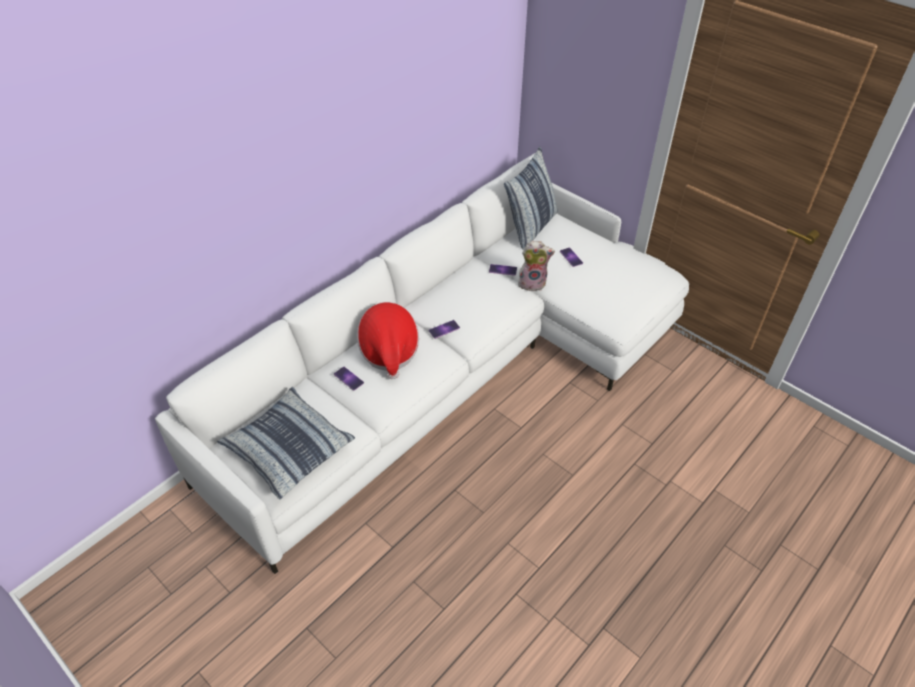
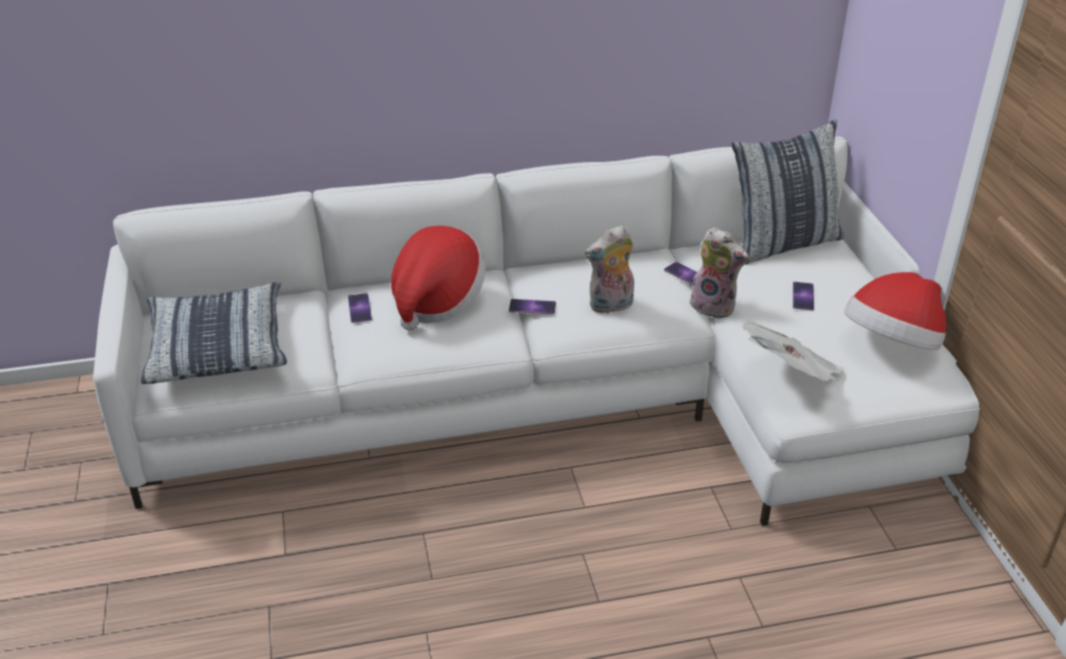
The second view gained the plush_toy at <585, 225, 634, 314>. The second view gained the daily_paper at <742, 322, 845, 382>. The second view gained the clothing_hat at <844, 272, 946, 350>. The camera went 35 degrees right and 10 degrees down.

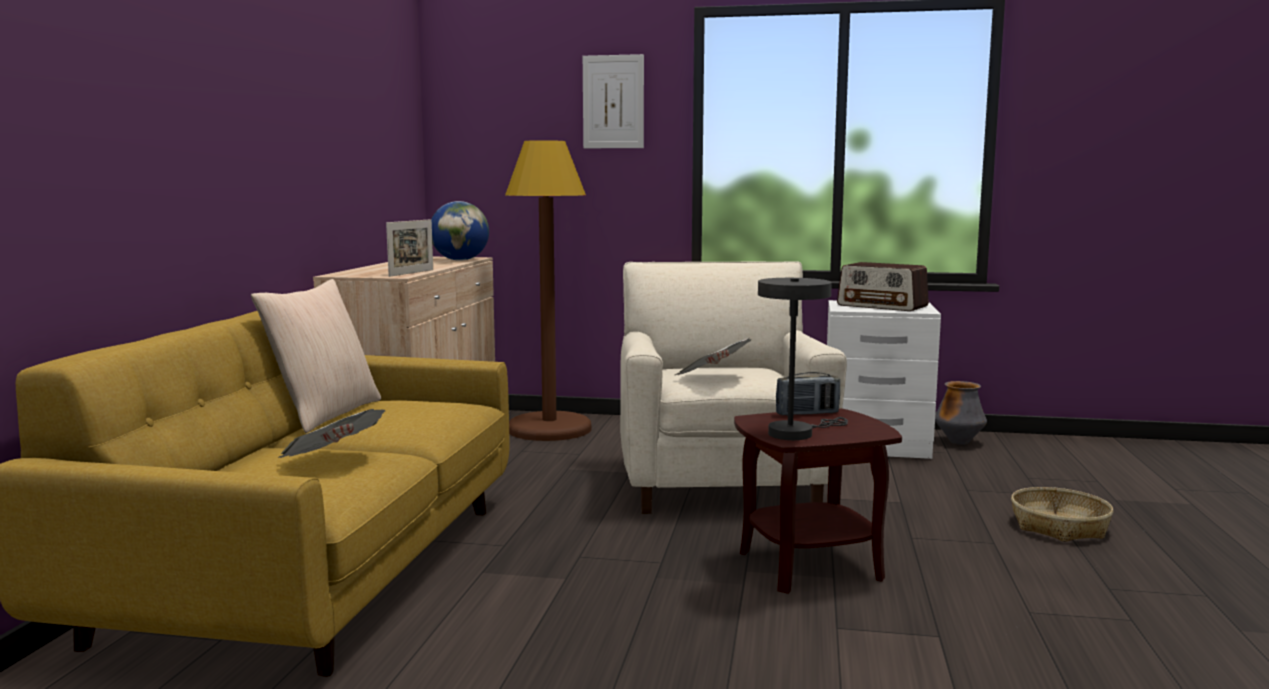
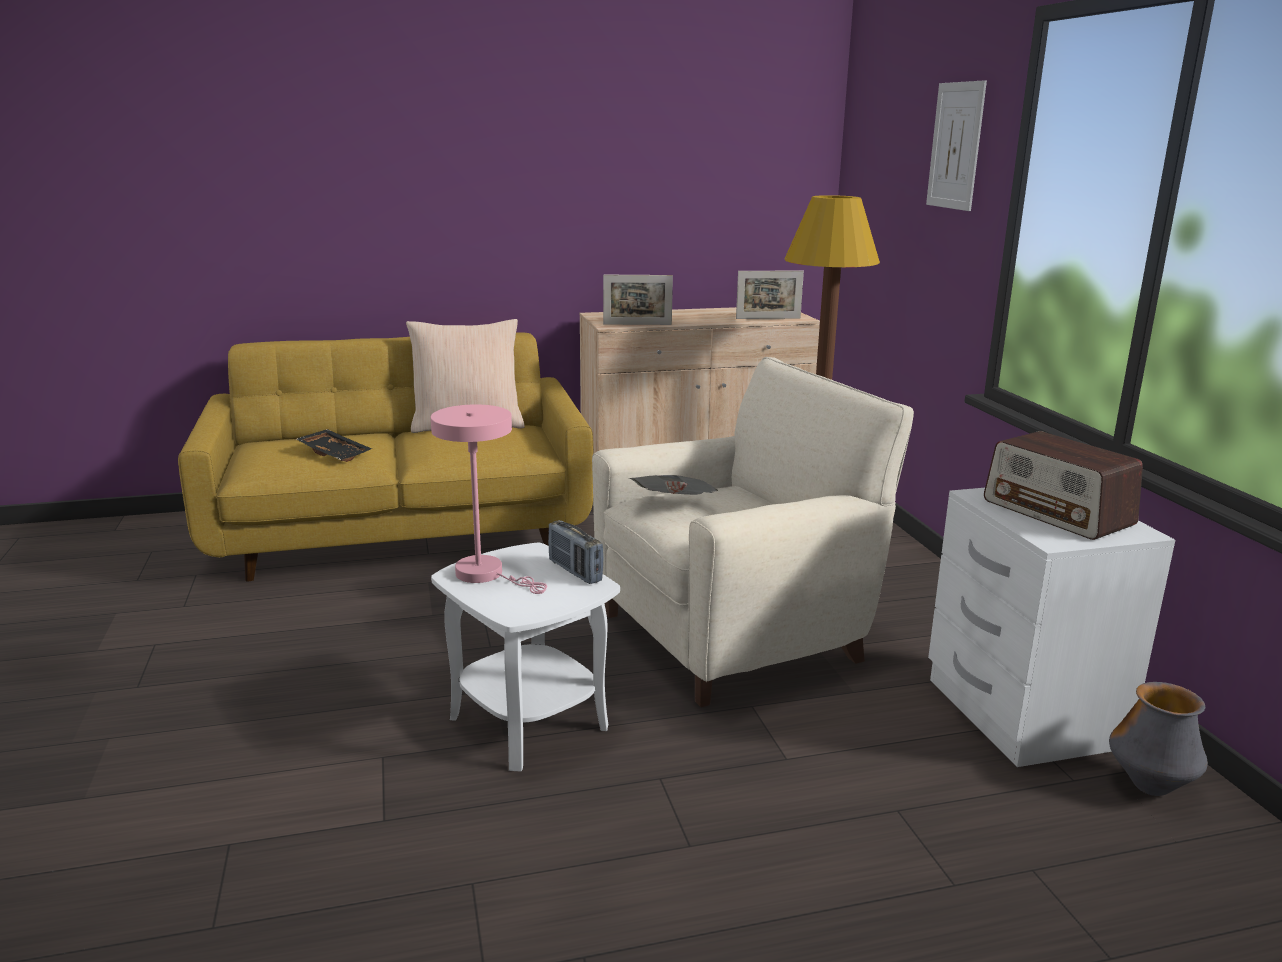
Where the daily_paper stood at <278, 409, 385, 458>, the blackish_serving_tray came to stand at <296, 429, 372, 462>. What was the greyish_table_lamp at <758, 278, 848, 440> turned into the pink_table_lamp at <431, 404, 547, 594>. What was the brown-coloured_side_table at <734, 409, 902, 594> turned into the white_side_table at <431, 542, 620, 772>. Where the globe stood at <431, 201, 489, 261>, the picture_frame came to stand at <736, 271, 804, 319>. The radio_receiver at <837, 262, 929, 311> ended up facing another way, 45 degrees counterclockwise from before. The second view lost the basket at <1011, 487, 1114, 542>. The camera went 65 degrees right and 10 degrees up.

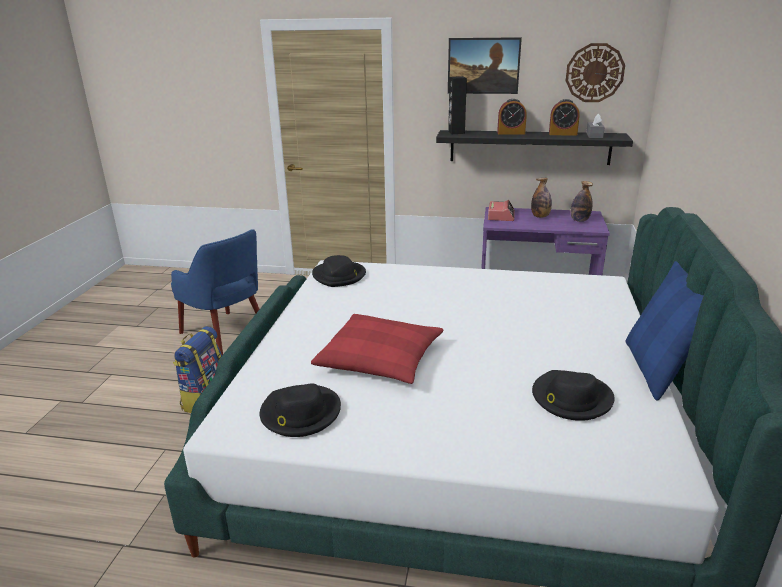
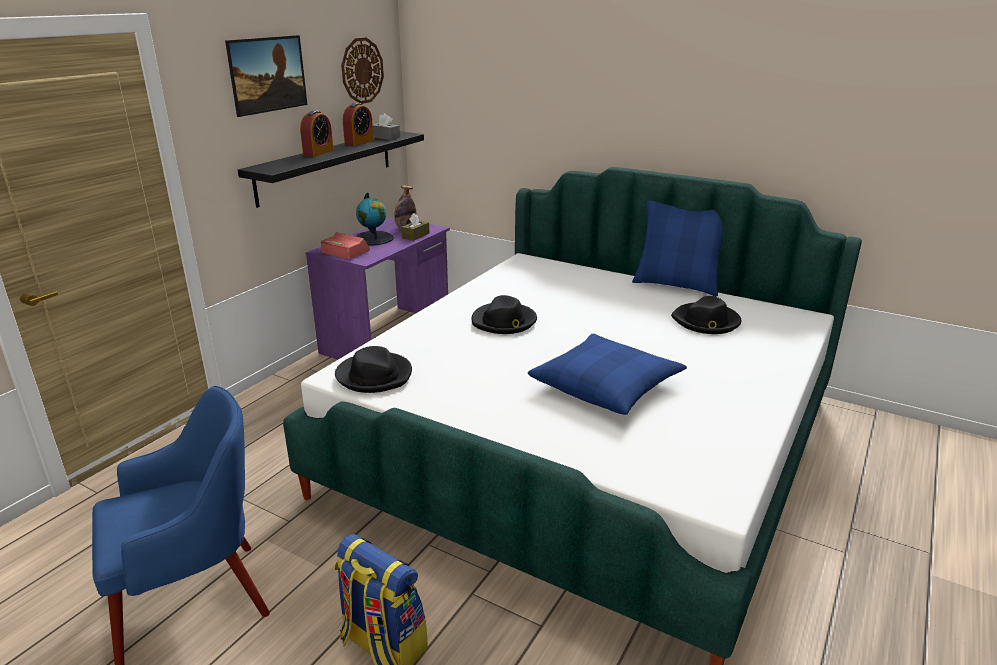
Where the bottle stood at <531, 178, 552, 218>, the globe came to stand at <356, 193, 394, 246>. The second view gained the brown-coloured_tissue_holder at <401, 213, 429, 241>. The blackish_clothing_hat ended up elsewhere, having gone from <259, 383, 341, 437> to <472, 295, 537, 334>. What was the reddish_cushion at <311, 314, 444, 384> turned into the blue-coloured_cushion at <528, 334, 687, 415>. The second view lost the blackish_audio_speaker at <448, 76, 467, 134>. The camera went 70 degrees left and 0 degrees up.

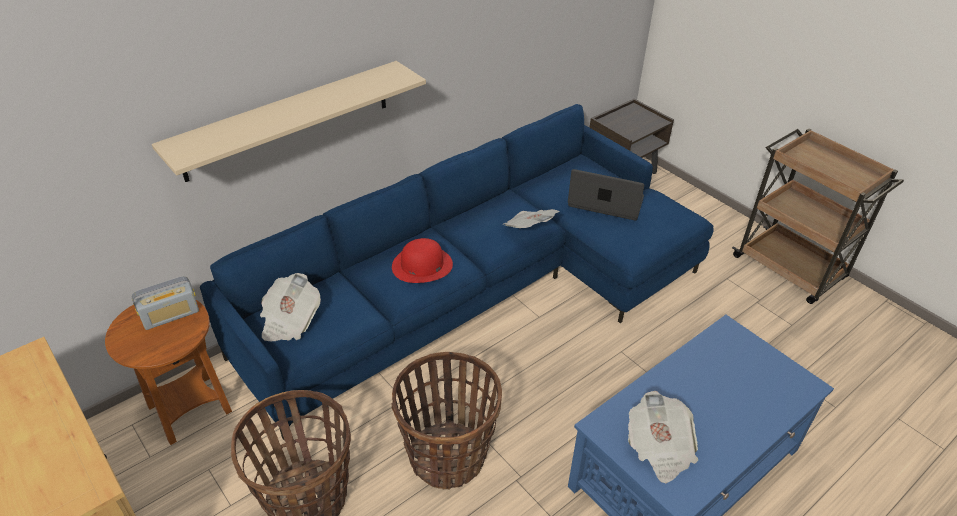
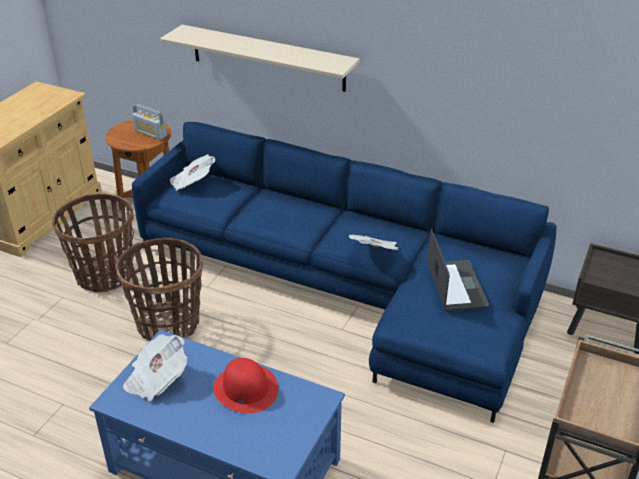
The reddish_clothing_hat ended up elsewhere, having gone from <392, 238, 453, 283> to <213, 358, 278, 413>. The camera went 65 degrees right and 5 degrees down.

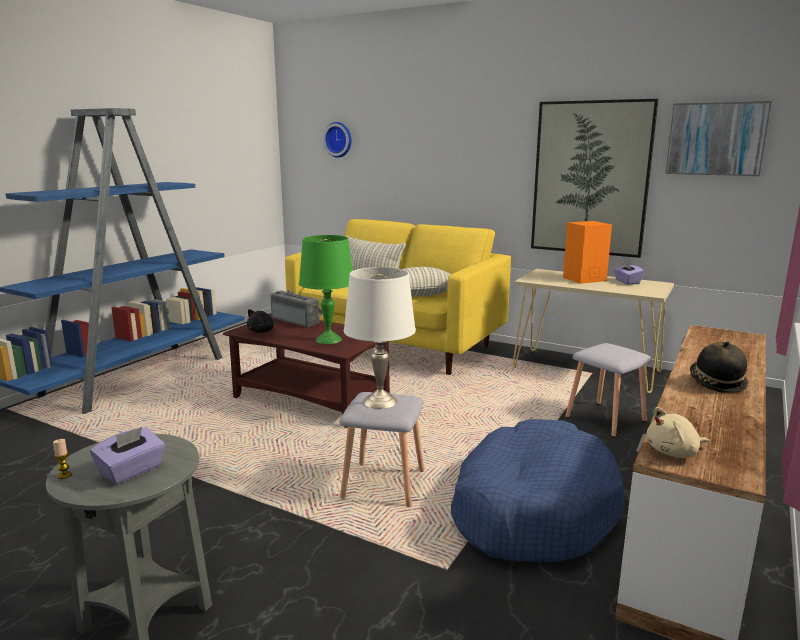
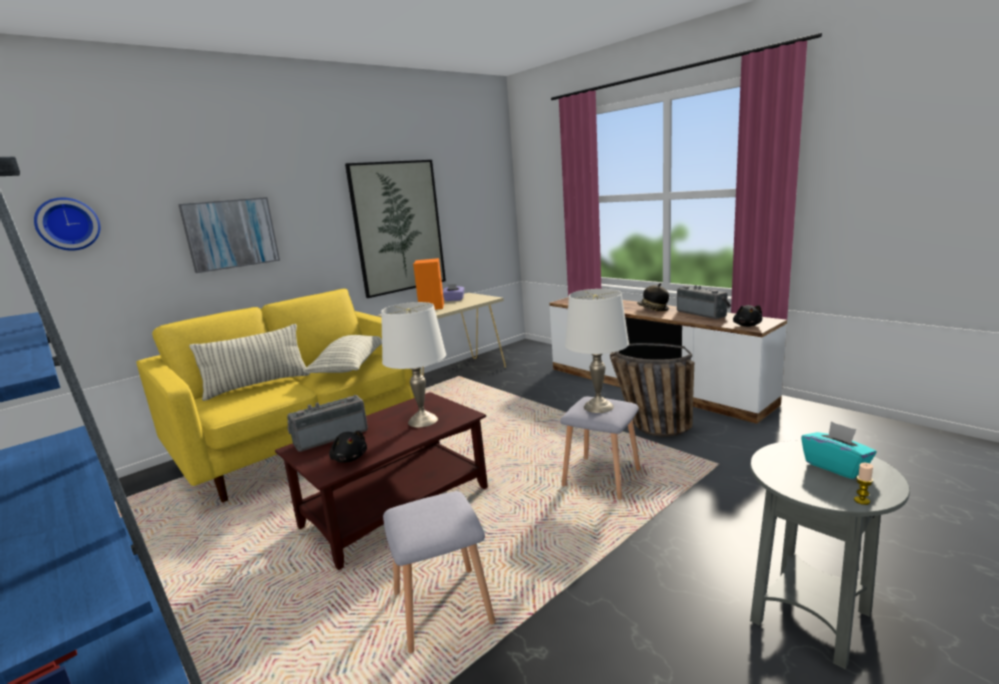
The wall_art ended up elsewhere, having gone from <665, 101, 772, 176> to <178, 197, 280, 273>. What was the green-coloured_table_lamp at <299, 235, 353, 344> turned into the white_table_lamp at <381, 302, 446, 428>. The greyish_sitting_stool ended up elsewhere, having gone from <565, 343, 652, 437> to <383, 491, 496, 653>. Where the blue-coloured_pet_bed stood at <451, 419, 625, 562>, the basket came to stand at <610, 343, 694, 437>. The second view gained the radio_receiver at <677, 285, 731, 319>. What was the sand-coloured_plush_toy at <647, 407, 710, 458> turned into the blackish_plush_toy at <733, 305, 762, 327>. What was the purple-coloured_tissue_holder at <90, 427, 165, 485> turned into the turquoise-coloured_tissue_holder at <801, 421, 876, 479>. The camera went 70 degrees left and 0 degrees up.

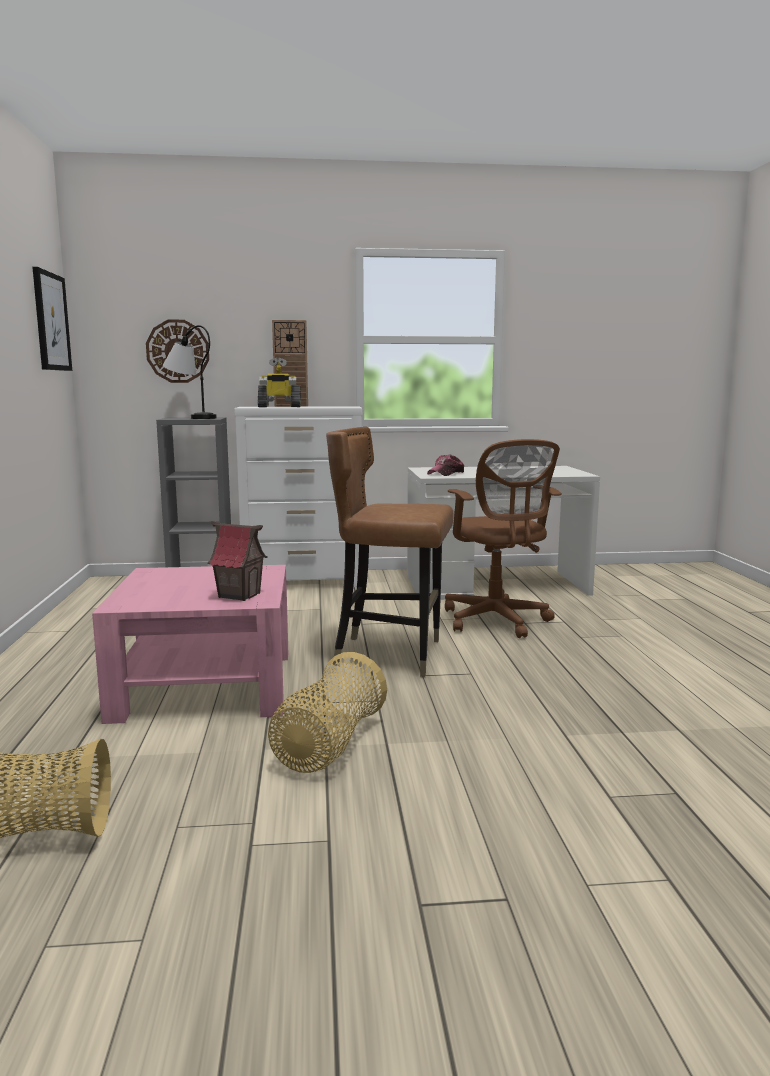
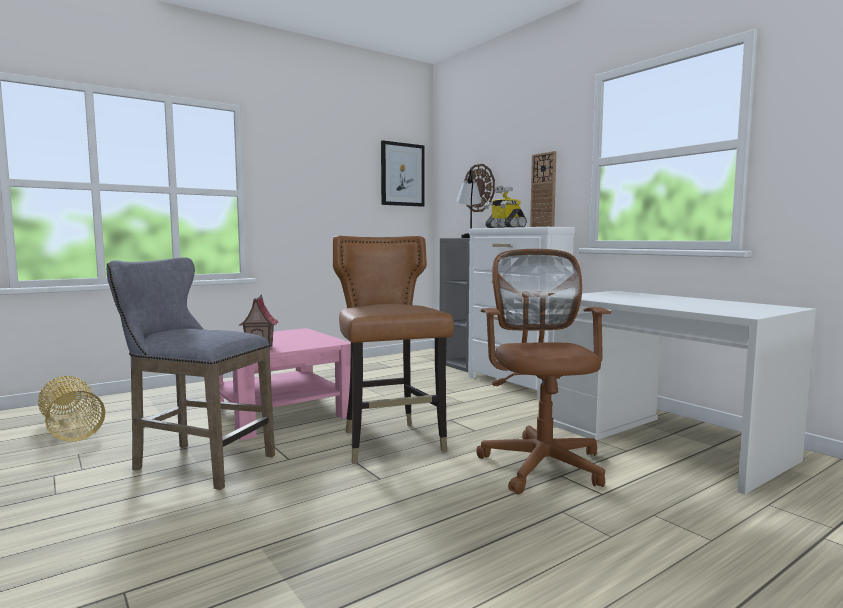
Where the basket stood at <268, 652, 387, 773>, the greyish_sitting_stool came to stand at <107, 257, 275, 490>. The brown-coloured_office_chair at <445, 439, 562, 638> ended up facing another way, 135 degrees clockwise from before. The second view lost the baseball_cap at <427, 454, 464, 476>. The camera went 60 degrees right and 5 degrees down.

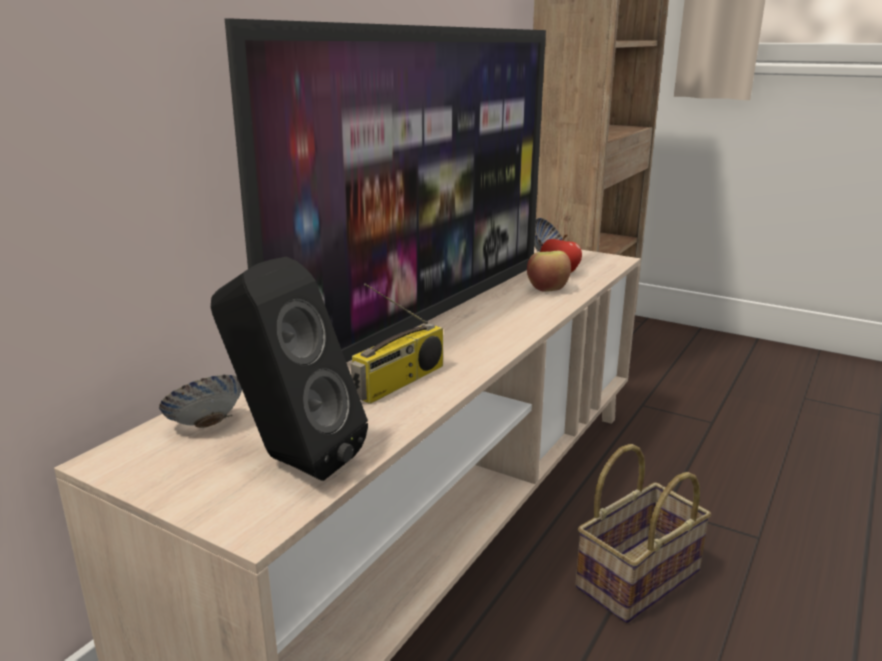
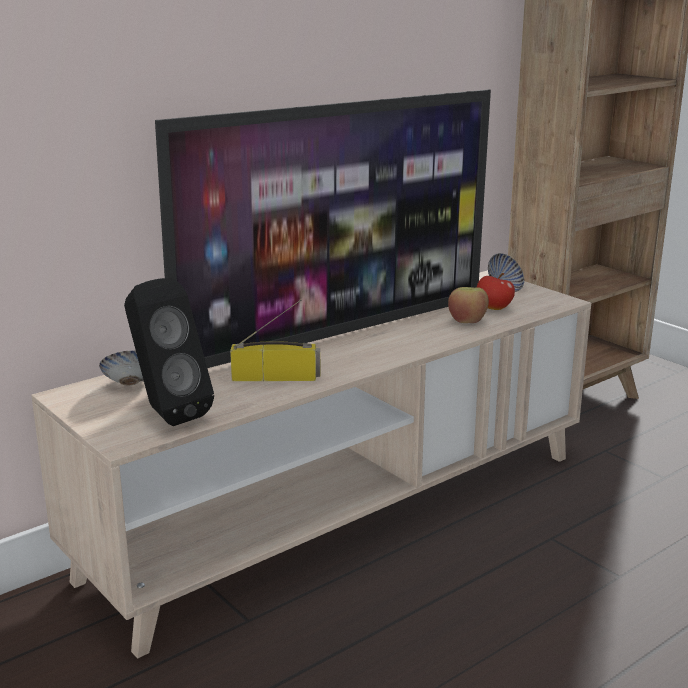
The radio_receiver at <351, 283, 443, 404> ended up facing another way, 150 degrees counterclockwise from before. The second view lost the basket at <575, 444, 711, 623>. The camera went 20 degrees right and 0 degrees up.

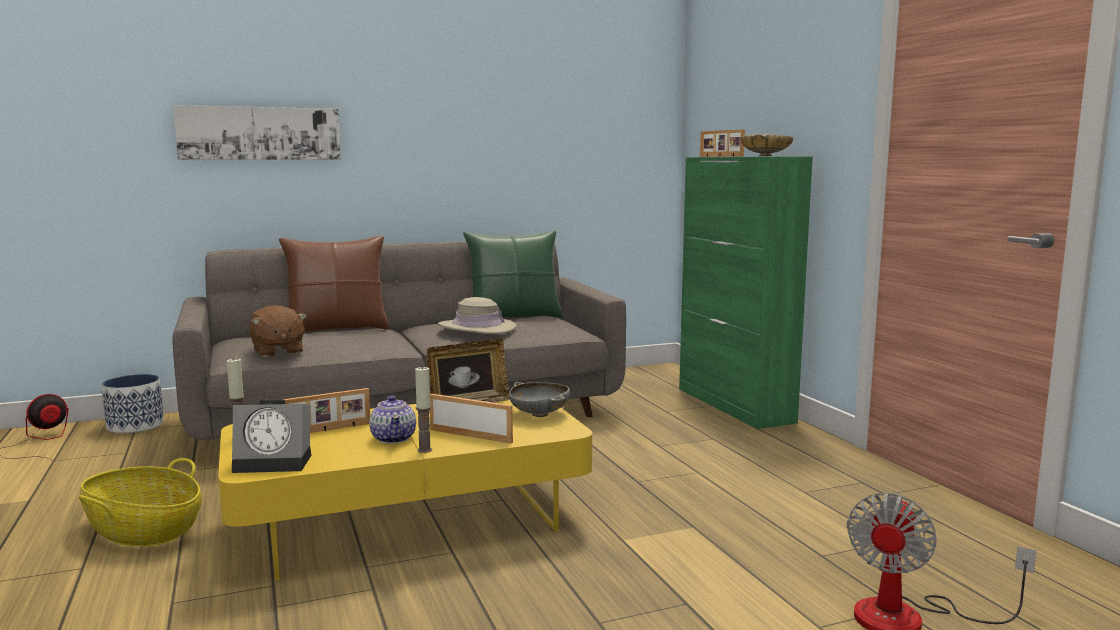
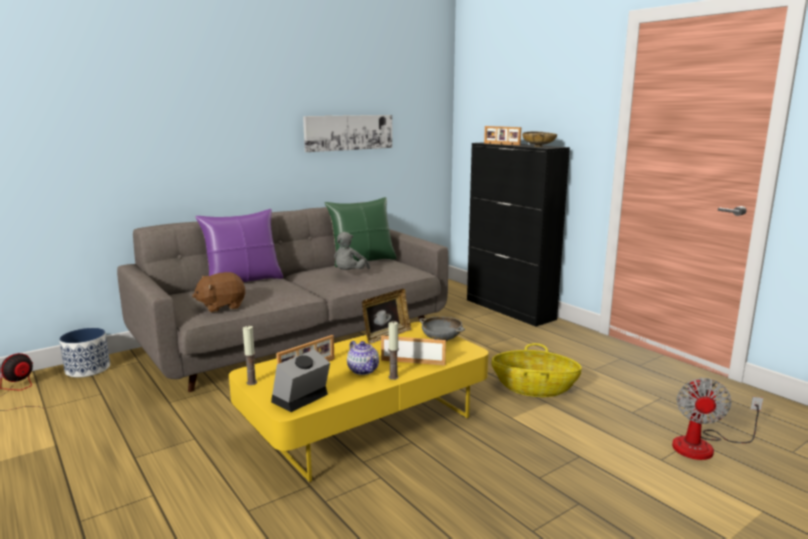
The brown-coloured_plush_toy at <249, 305, 307, 357> ended up facing another way, 105 degrees clockwise from before. What was the brown-coloured_cushion at <279, 236, 390, 332> turned into the purple-coloured_cushion at <195, 209, 283, 282>. The bedside_clock at <232, 399, 311, 473> ended up facing another way, 150 degrees clockwise from before. The wall_art ended up elsewhere, having gone from <173, 105, 341, 160> to <303, 115, 392, 152>. Where the sand-coloured_clothing_hat stood at <438, 297, 516, 334>, the greyish_plush_toy came to stand at <334, 232, 370, 270>. What was the green-coloured_storage_cabinet at <679, 157, 813, 429> turned into the blackish_storage_cabinet at <467, 142, 570, 327>. The basket ended up elsewhere, having gone from <78, 458, 202, 546> to <491, 343, 582, 397>. The camera went 15 degrees left and 5 degrees up.

